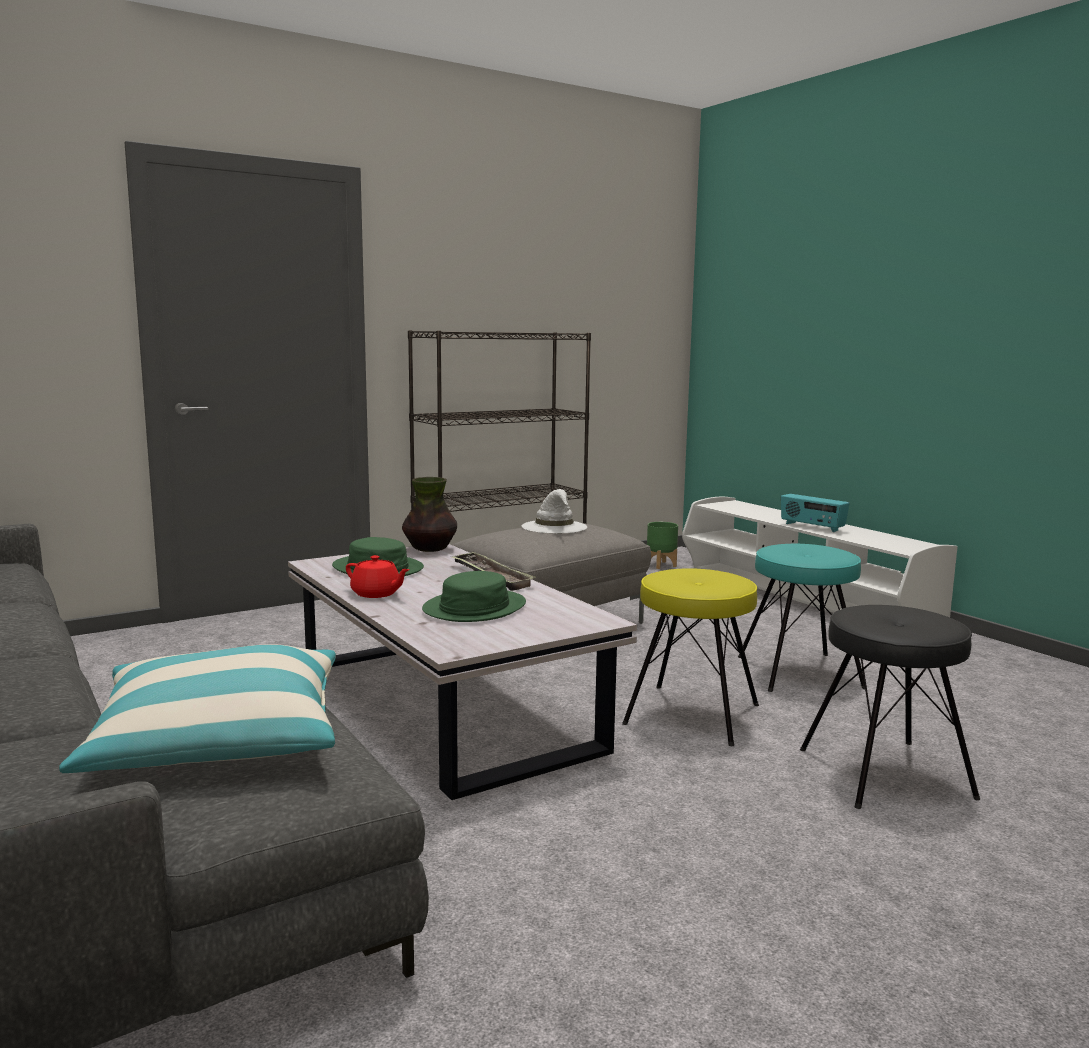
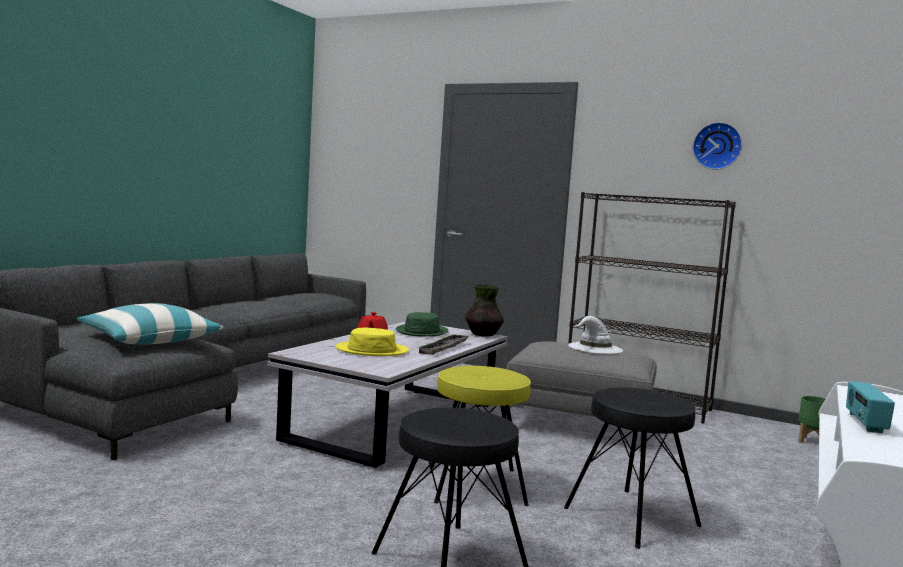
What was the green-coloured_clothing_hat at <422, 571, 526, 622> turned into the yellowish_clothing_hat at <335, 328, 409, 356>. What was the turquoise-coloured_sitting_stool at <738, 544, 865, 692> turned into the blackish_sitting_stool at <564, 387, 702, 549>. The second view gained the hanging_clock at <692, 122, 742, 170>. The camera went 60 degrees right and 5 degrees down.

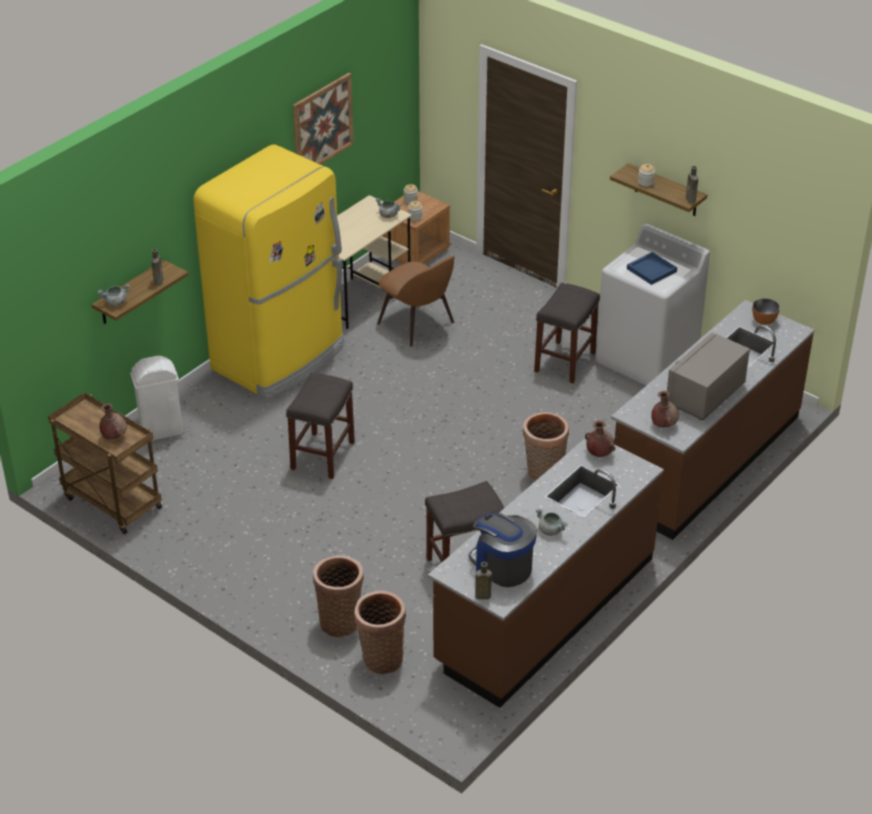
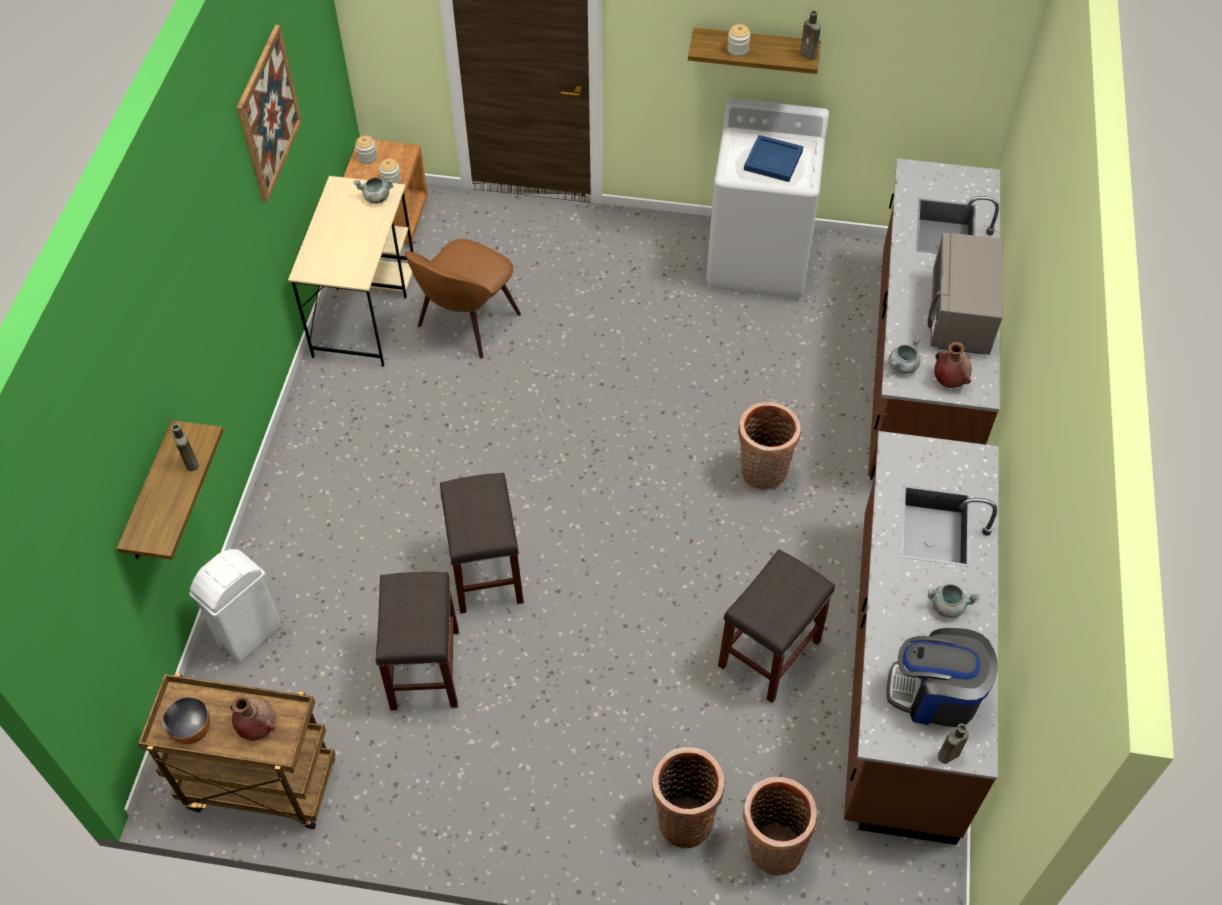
The deep_dish ended up elsewhere, having gone from <752, 298, 780, 325> to <162, 697, 210, 744>. The greyish_sitting_stool ended up elsewhere, having gone from <534, 283, 600, 383> to <376, 572, 459, 710>. The brown-coloured_upright_chair at <377, 255, 455, 347> ended up facing another way, 105 degrees clockwise from before. The greyish_stockpot ended up elsewhere, having gone from <97, 284, 130, 307> to <889, 336, 920, 374>. The second view lost the yellowish_kitchen_fridge at <193, 145, 344, 399>. The second view lost the brown-coloured_vase at <585, 420, 615, 457>. The camera went 30 degrees left and 15 degrees up.

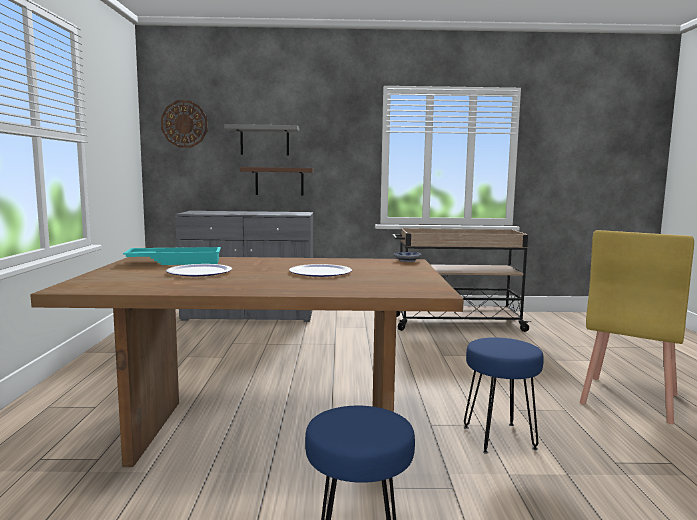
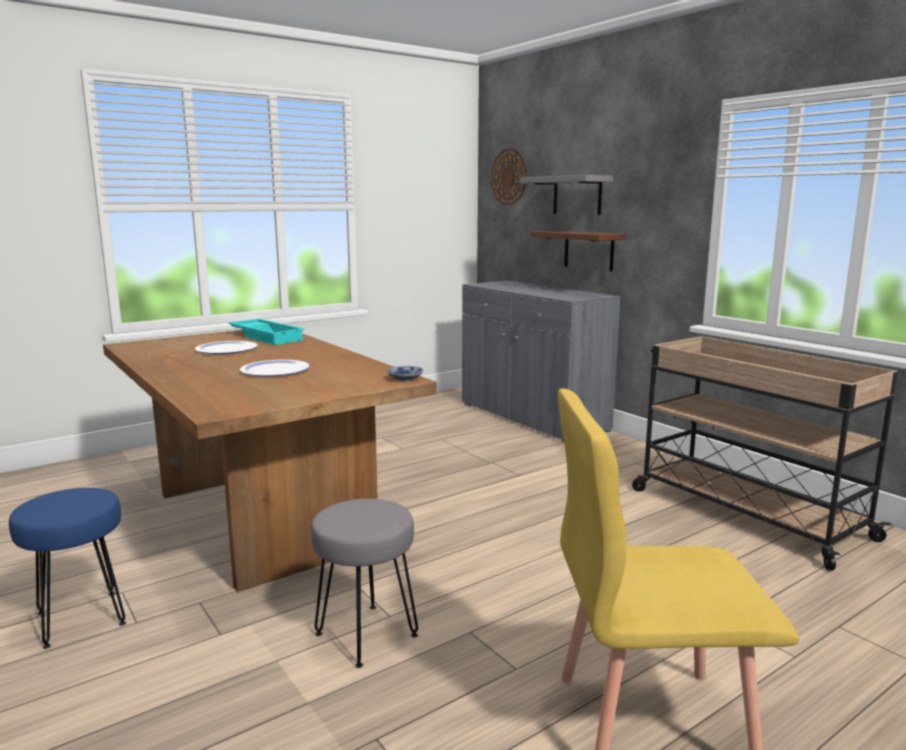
What was the blue-coloured_sitting_stool at <464, 337, 544, 454> turned into the greyish_sitting_stool at <311, 499, 418, 668>. The camera went 55 degrees right and 5 degrees up.

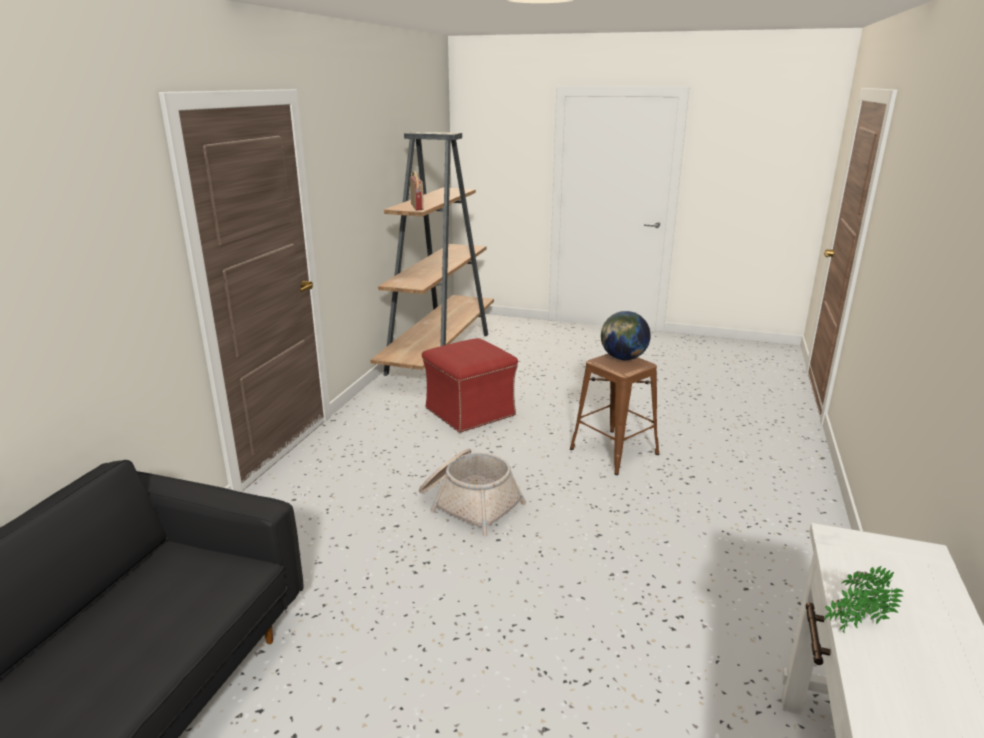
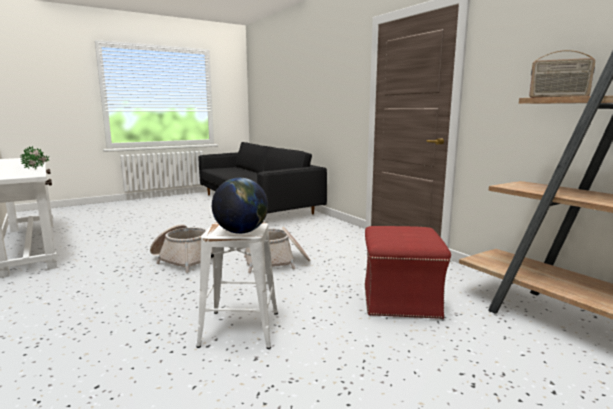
The second view gained the basket at <150, 224, 213, 273>. What was the brown-coloured_sitting_stool at <570, 354, 659, 475> turned into the white_sitting_stool at <196, 222, 278, 349>. The camera went 130 degrees right and 10 degrees down.

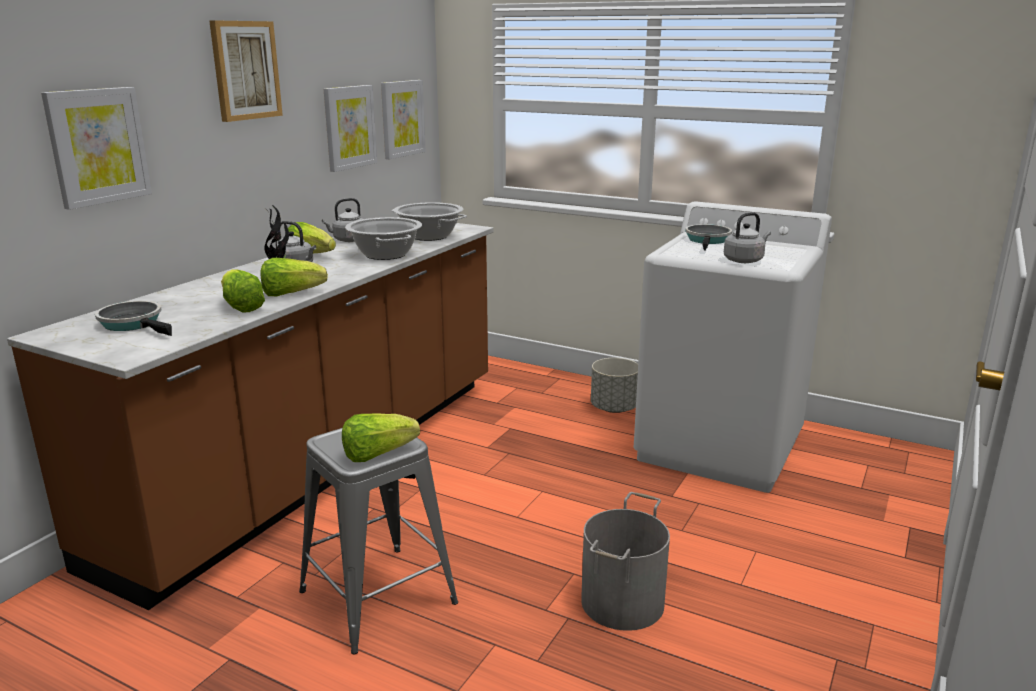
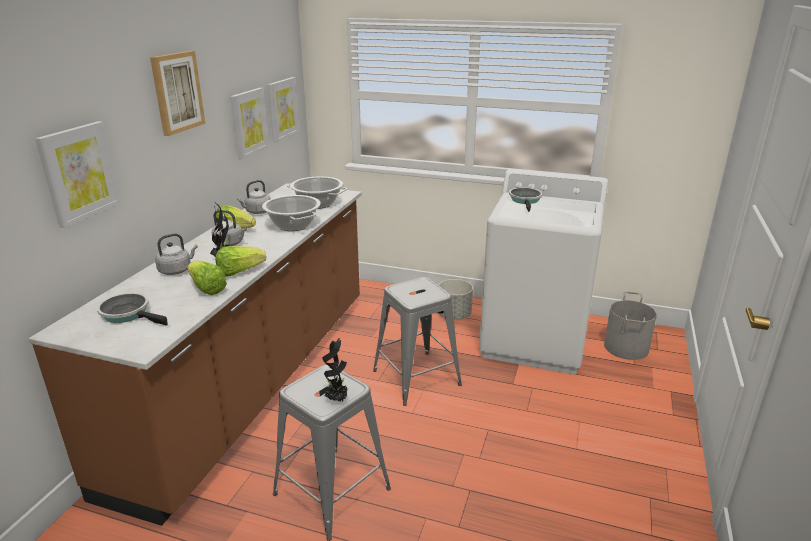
The greyish_kettle ended up elsewhere, having gone from <724, 212, 771, 263> to <155, 233, 198, 275>. Where the lettuce_head stood at <342, 413, 420, 462>, the potted_plant came to stand at <323, 338, 349, 402>. The second view gained the greyish_sitting_stool at <373, 277, 462, 406>. The greyish_water_bucket ended up elsewhere, having gone from <581, 492, 670, 631> to <604, 291, 657, 360>. The camera went 10 degrees left and 5 degrees up.

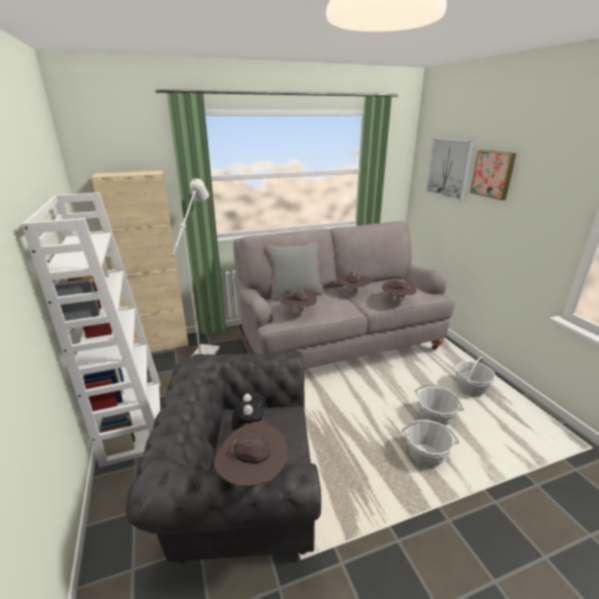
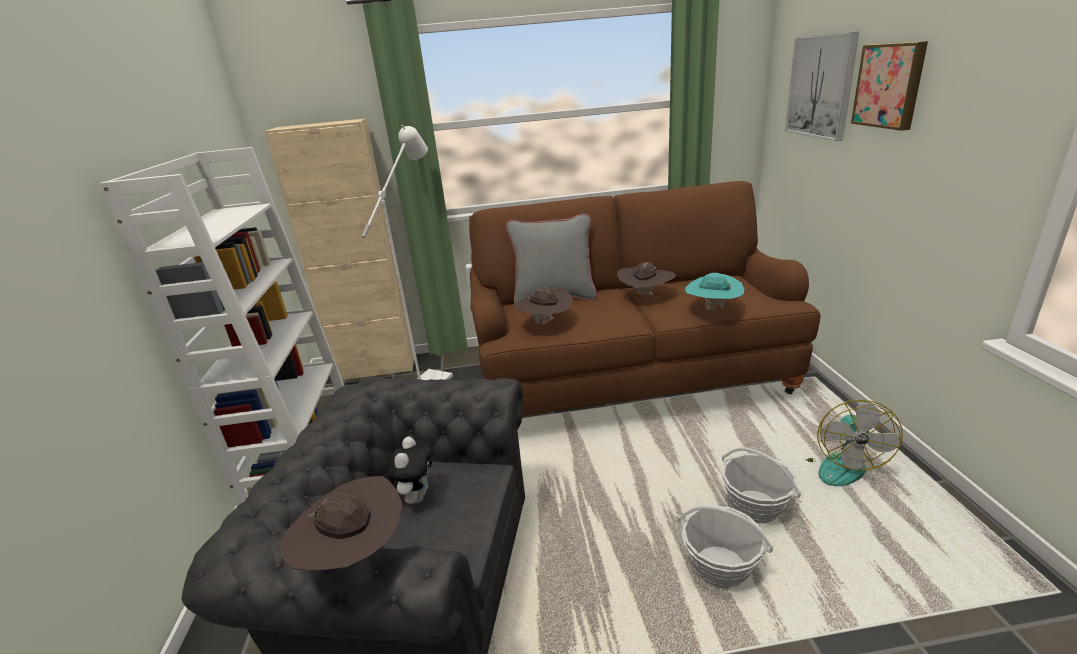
What was the greyish_couch at <234, 221, 455, 369> turned into the brown-coloured_couch at <469, 181, 820, 416>. What was the brown-coloured_clothing_hat at <382, 279, 417, 302> turned into the turquoise-coloured_clothing_hat at <685, 273, 744, 311>. Where the basket stood at <455, 356, 496, 397>, the fan came to stand at <806, 400, 903, 486>. The camera went 15 degrees right and 0 degrees up.

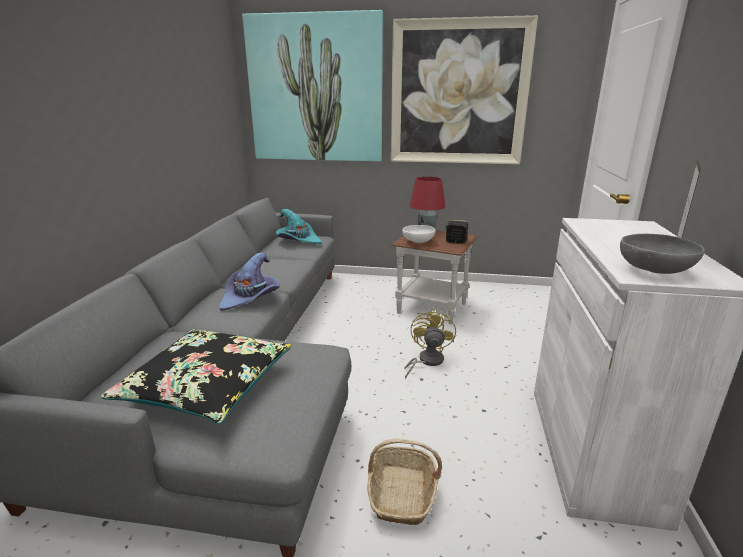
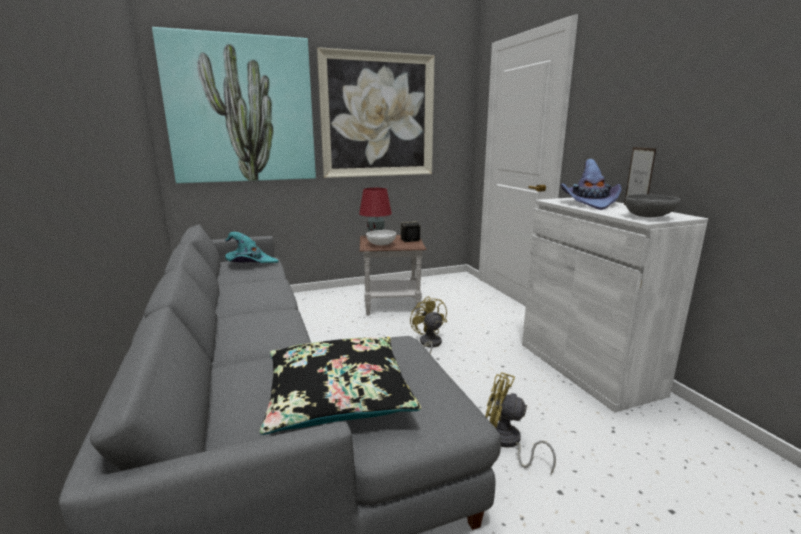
Where the basket stood at <367, 439, 442, 525>, the yellowish_fan came to stand at <485, 372, 556, 474>. The purple-coloured_clothing_hat ended up elsewhere, having gone from <219, 252, 280, 311> to <561, 159, 622, 210>. The camera went 30 degrees left and 5 degrees down.

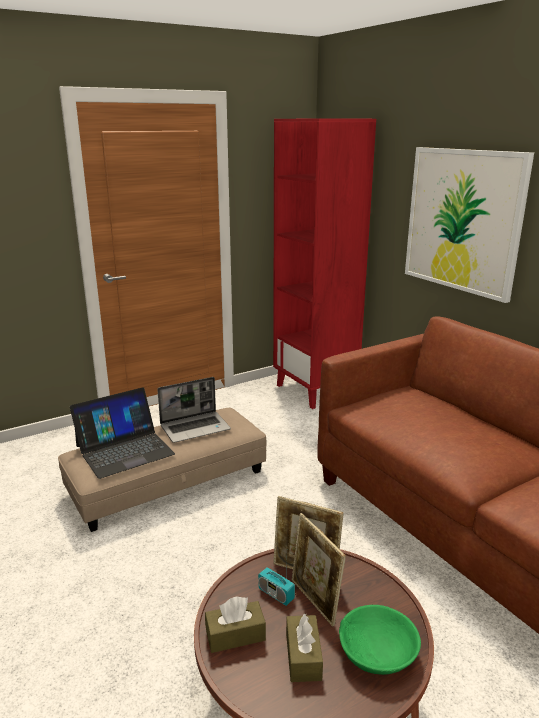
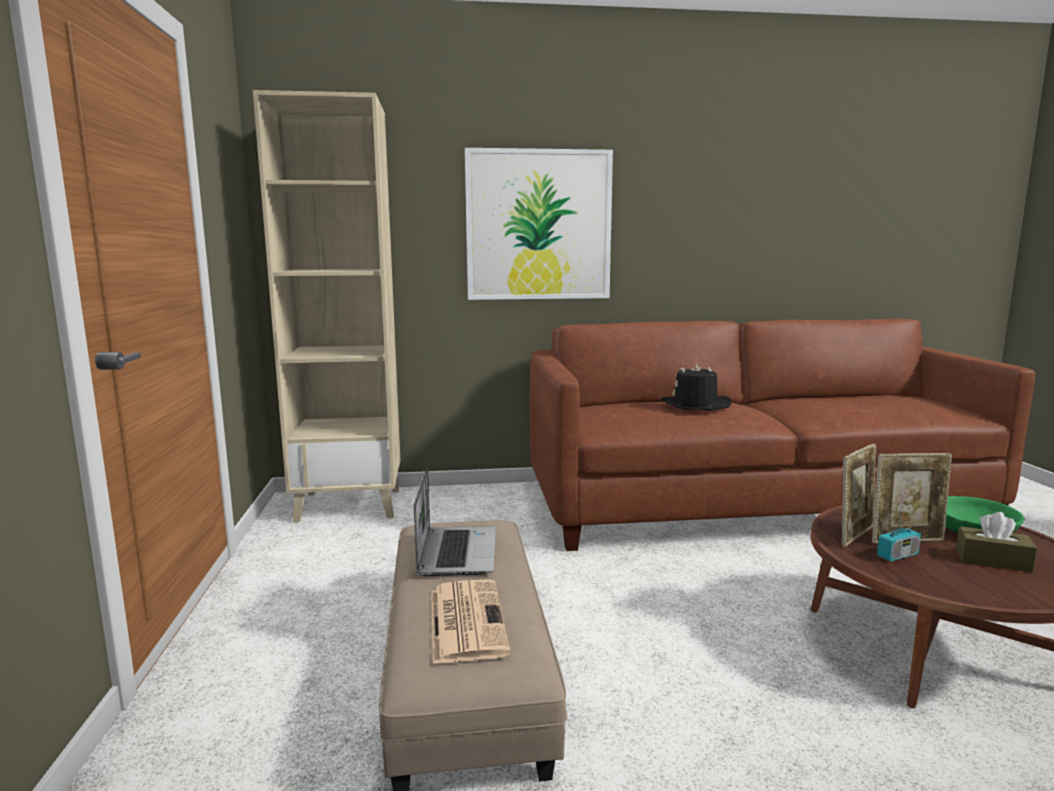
What was the reddish_bookcase at <273, 118, 376, 409> turned into the sand-coloured_bookcase at <253, 90, 400, 523>. Where the laptop stood at <70, 387, 175, 479>, the daily_paper came to stand at <431, 579, 511, 664>. The second view gained the blackish_clothing_hat at <661, 363, 731, 411>. The second view lost the brown-coloured_tissue_holder at <205, 596, 266, 653>. The camera went 65 degrees left and 10 degrees down.

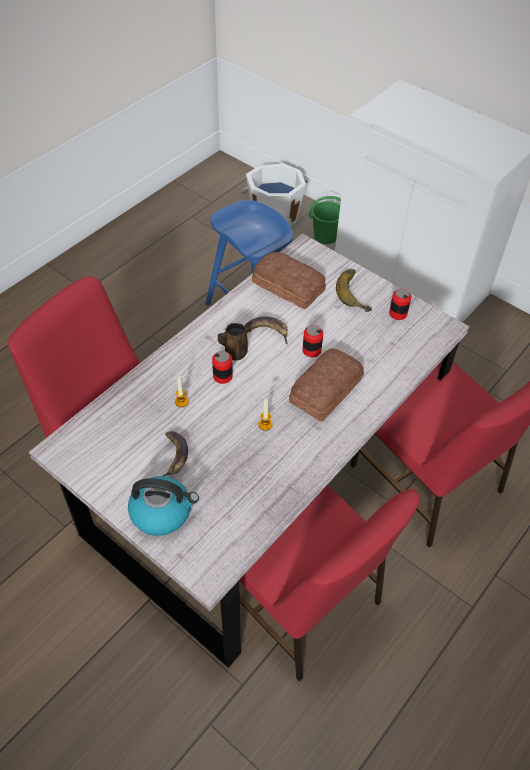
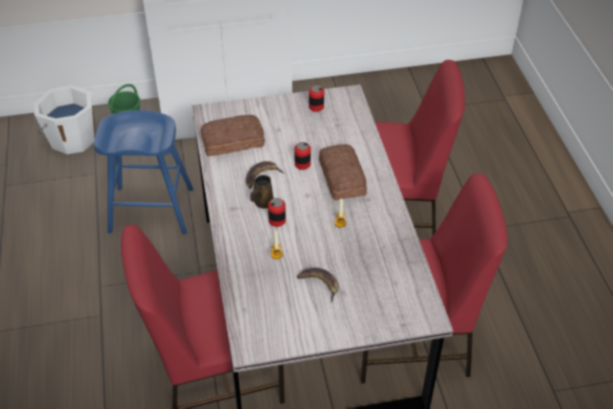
The second view lost the kettle at <128, 476, 199, 536>. The second view lost the banana at <336, 269, 372, 312>. The camera went 50 degrees left and 5 degrees down.

